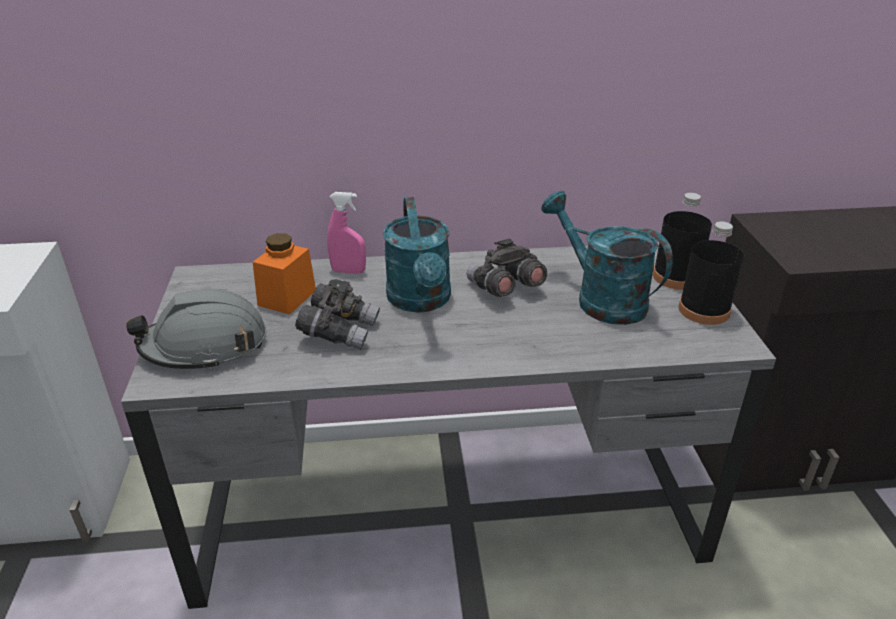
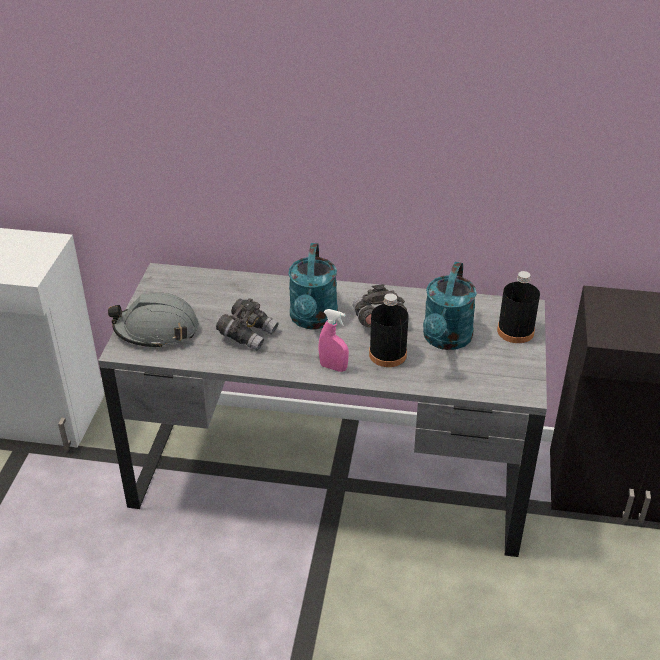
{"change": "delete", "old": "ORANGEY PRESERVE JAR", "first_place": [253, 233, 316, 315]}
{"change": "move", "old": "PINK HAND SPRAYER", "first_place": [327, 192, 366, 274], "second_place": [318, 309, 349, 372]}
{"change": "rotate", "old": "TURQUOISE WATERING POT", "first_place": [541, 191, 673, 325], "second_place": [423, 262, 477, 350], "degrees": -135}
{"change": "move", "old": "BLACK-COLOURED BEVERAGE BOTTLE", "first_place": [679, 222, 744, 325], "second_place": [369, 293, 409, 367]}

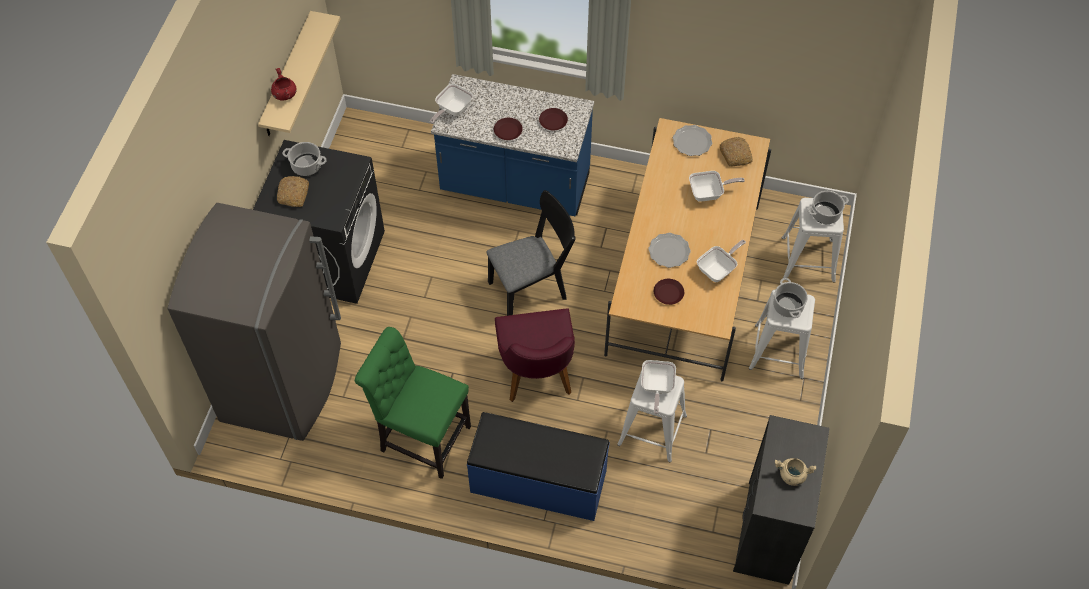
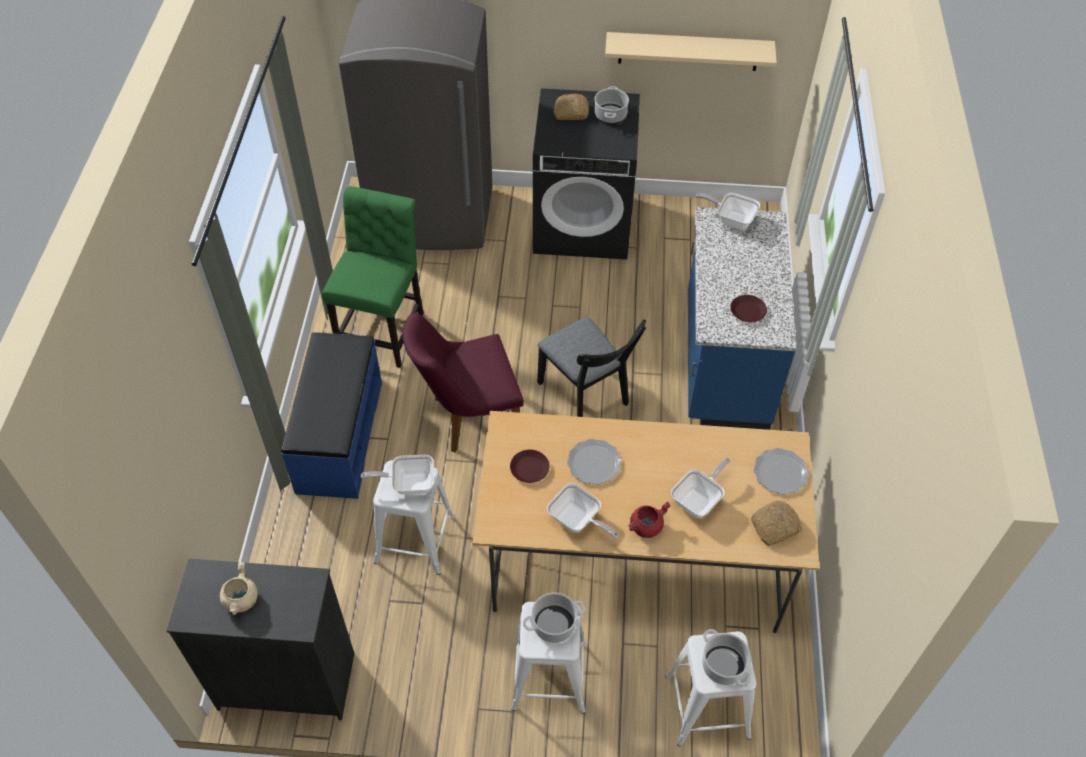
{"change": "move", "old": "RED COOKING POT", "first_place": [271, 68, 297, 100], "second_place": [628, 502, 671, 538]}
{"change": "delete", "old": "BROWNISH DINNER PLATE", "first_place": [494, 118, 523, 140]}
{"change": "rotate", "old": "FRYING PAN", "first_place": [689, 171, 745, 202], "second_place": [671, 458, 731, 518], "degrees": -120}

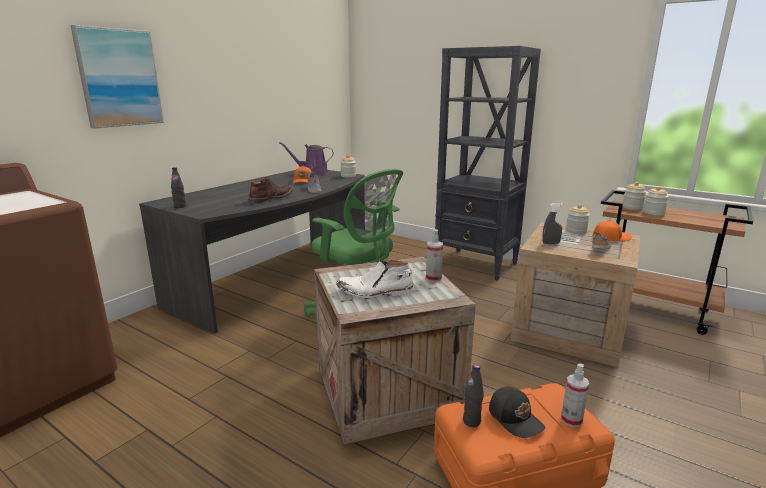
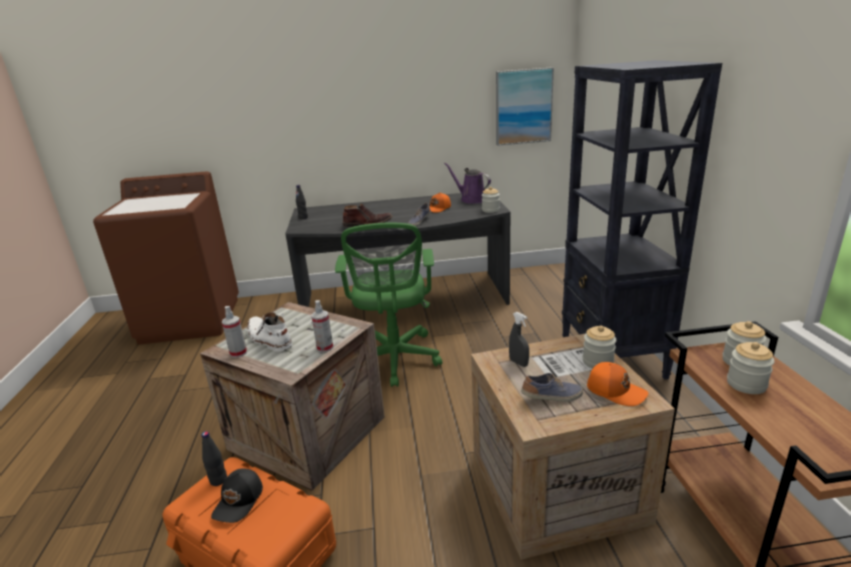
{"change": "move", "old": "WALL PICTURE", "first_place": [70, 25, 164, 128], "second_place": [496, 67, 554, 146]}
{"change": "move", "old": "HAND SPRAYER", "first_place": [561, 364, 589, 427], "second_place": [222, 306, 247, 358]}

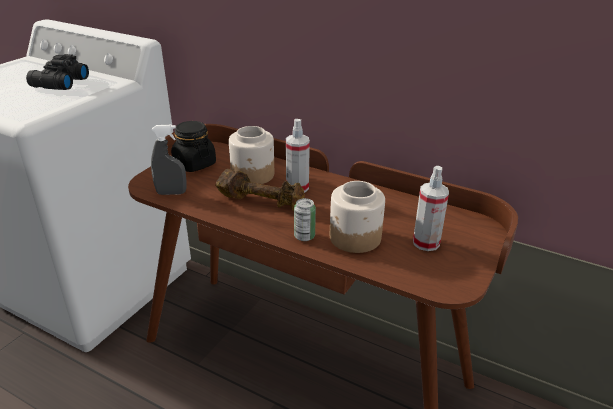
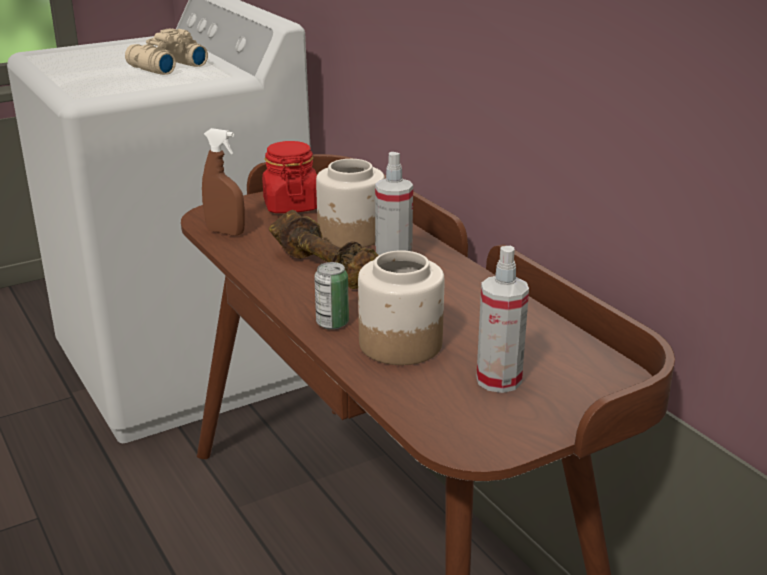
{"change": "recolor", "old": "BLACK-COLOURED FIELD GLASSES", "new": "BEIGE FIELD GLASSES", "first_place": [26, 54, 89, 90], "second_place": [125, 29, 208, 75]}
{"change": "recolor", "old": "GRAY HAND SPRAYER", "new": "BROWNISH HAND SPRAYER", "first_place": [151, 125, 187, 195], "second_place": [202, 128, 245, 236]}
{"change": "recolor", "old": "BLACK-COLOURED PRESERVE JAR", "new": "RED PRESERVE JAR", "first_place": [171, 121, 216, 172], "second_place": [262, 141, 317, 213]}

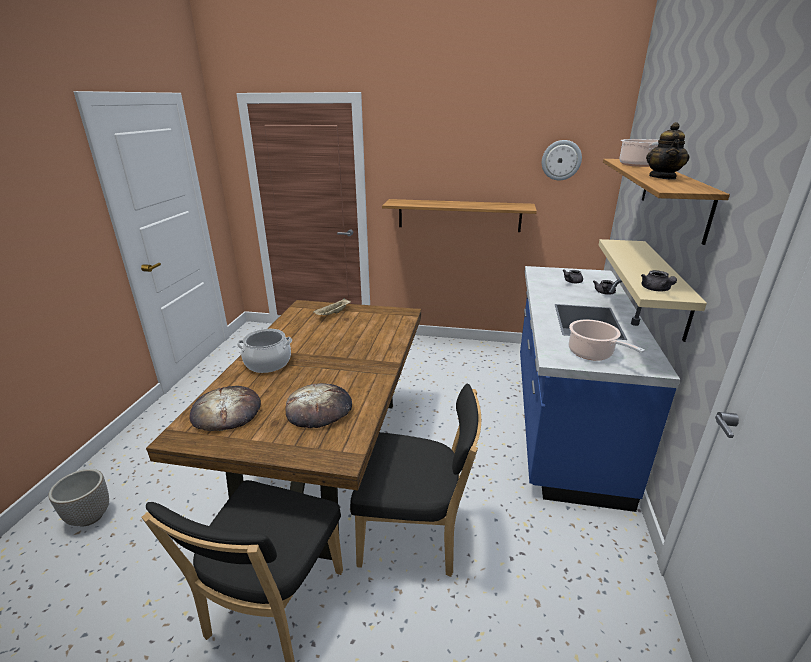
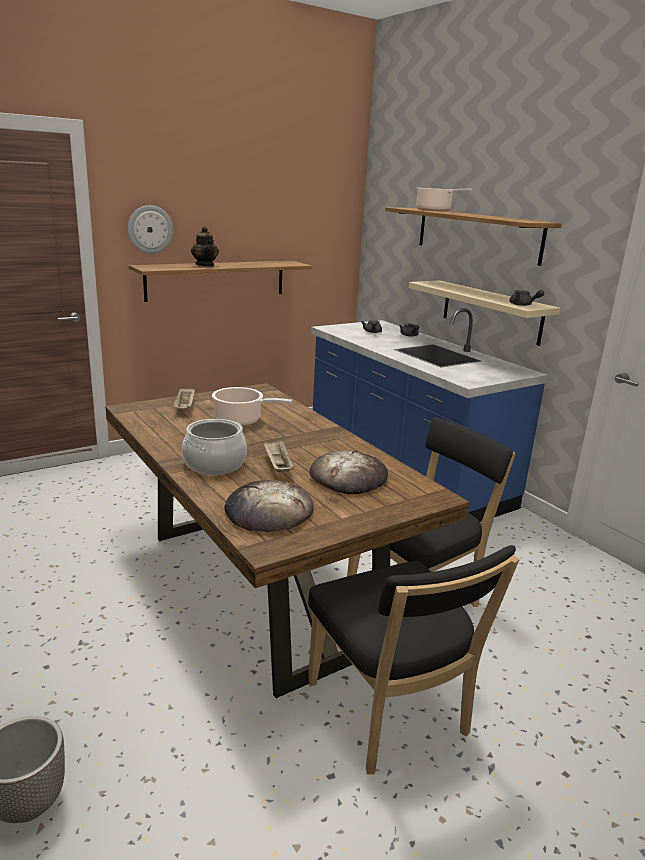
{"change": "move", "old": "CLOCK ON THE WALL", "first_place": [542, 140, 582, 181], "second_place": [128, 205, 173, 254]}
{"change": "move", "old": "COOKING POT", "first_place": [569, 319, 645, 361], "second_place": [212, 387, 292, 426]}
{"change": "move", "old": "TEA POT", "first_place": [646, 122, 689, 180], "second_place": [191, 226, 219, 267]}
{"change": "insert", "new": "BEIGE TRAY", "second_place": [263, 440, 294, 472]}

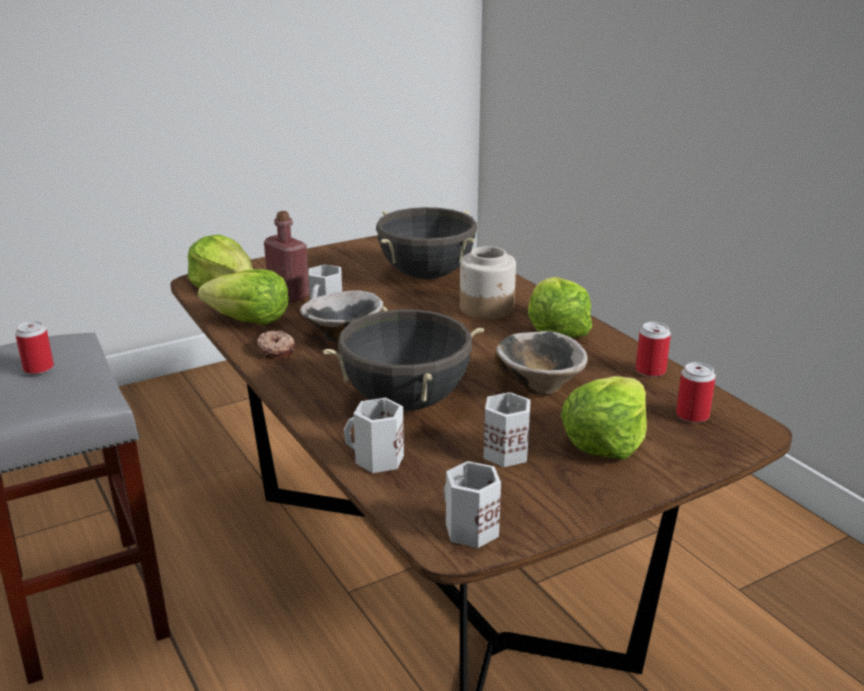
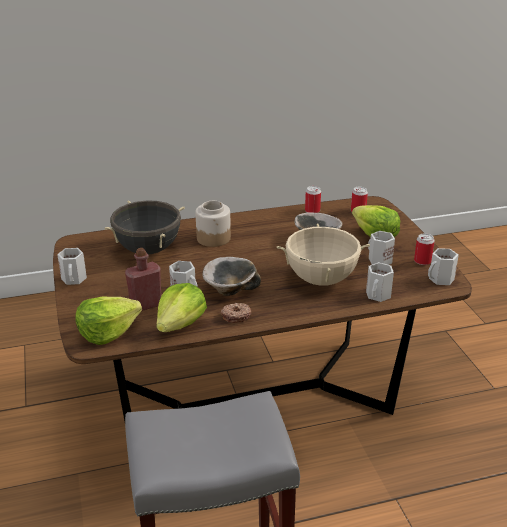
{"change": "move", "old": "SEALED CAN", "first_place": [15, 321, 54, 374], "second_place": [414, 233, 435, 265]}
{"change": "recolor", "old": "BLACK-COLOURED COOKING POT", "new": "BEIGE COOKING POT", "first_place": [323, 307, 484, 411], "second_place": [277, 224, 370, 286]}
{"change": "delete", "old": "LETTUCE", "first_place": [528, 277, 592, 338]}
{"change": "insert", "new": "WHITE-COLOURED COFFEE MUG", "second_place": [57, 248, 87, 285]}

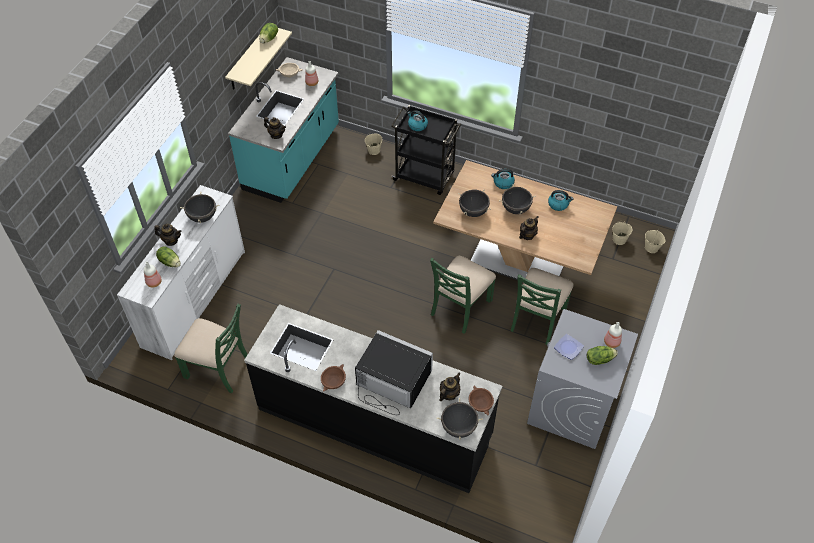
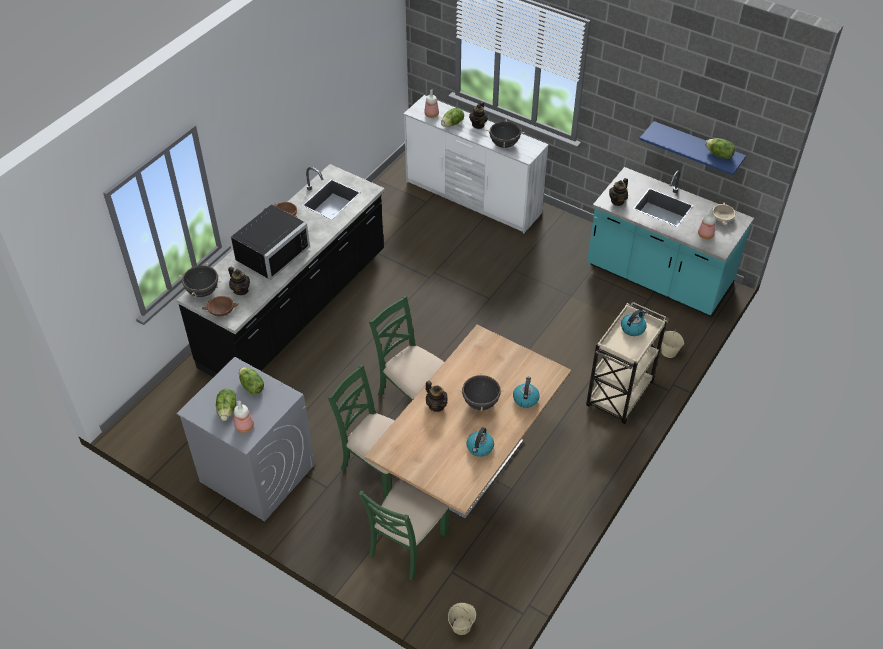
{"change": "move", "old": "GREEN CHAIR", "first_place": [174, 304, 248, 393], "second_place": [359, 479, 449, 581]}
{"change": "recolor", "old": "BEIGE BRACKET SHELF", "new": "BLUISH BRACKET SHELF", "first_place": [225, 28, 292, 90], "second_place": [639, 121, 746, 175]}
{"change": "recolor", "old": "BLACK-COLOURED TROLLEY", "new": "BEIGE TROLLEY", "first_place": [391, 105, 461, 195], "second_place": [586, 302, 667, 424]}
{"change": "delete", "old": "BLACK-COLOURED COOKING POT", "first_place": [458, 189, 491, 217]}
{"change": "replace", "old": "DINNER PLATE", "new": "LETTUCE", "first_place": [554, 334, 584, 360], "second_place": [239, 367, 264, 395]}
{"change": "delete", "old": "BEIGE WATER BUCKET", "first_place": [612, 221, 633, 245]}

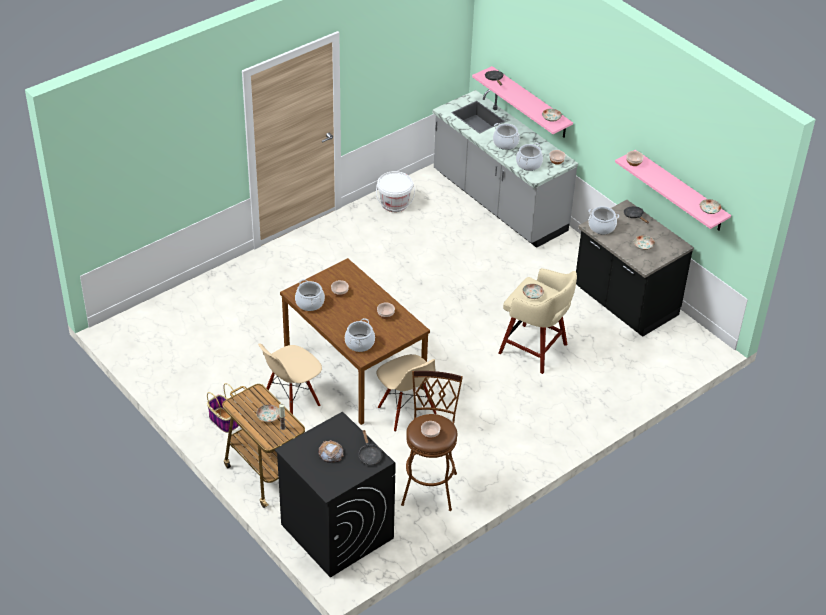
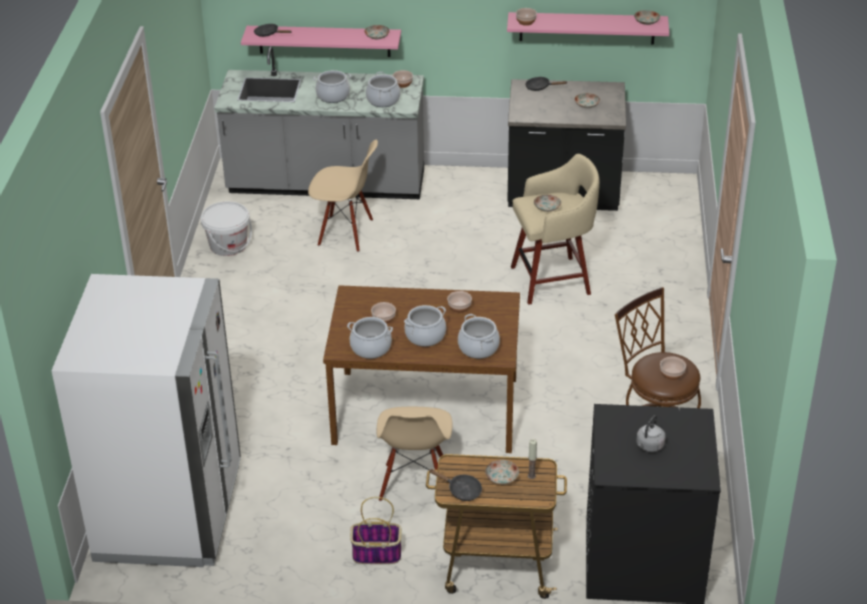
{"change": "replace", "old": "BAKED BREAD", "new": "GRAY WATER KETTLE", "first_place": [318, 440, 344, 463], "second_place": [636, 415, 666, 452]}
{"change": "move", "old": "BLACK-COLOURED FRYING PAN", "first_place": [359, 430, 383, 465], "second_place": [429, 469, 482, 501]}
{"change": "move", "old": "BEIGE CHAIR", "first_place": [376, 354, 437, 432], "second_place": [308, 140, 378, 252]}
{"change": "move", "old": "COOKING POT", "first_place": [588, 206, 619, 235], "second_place": [404, 305, 446, 347]}
{"change": "insert", "new": "WHITE-COLOURED KITCHEN FRIDGE", "second_place": [52, 274, 241, 567]}

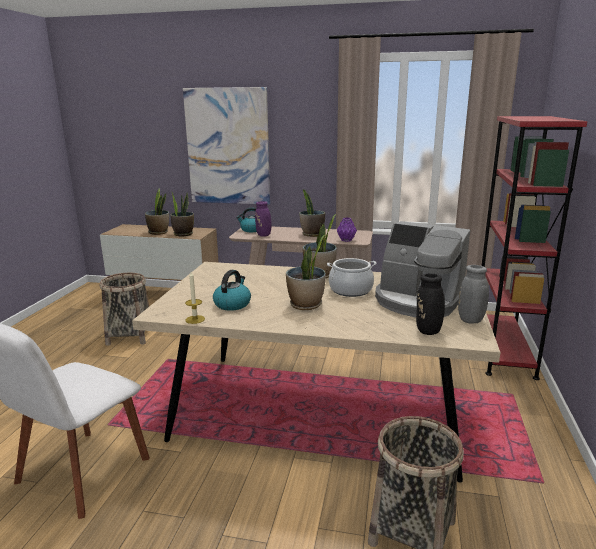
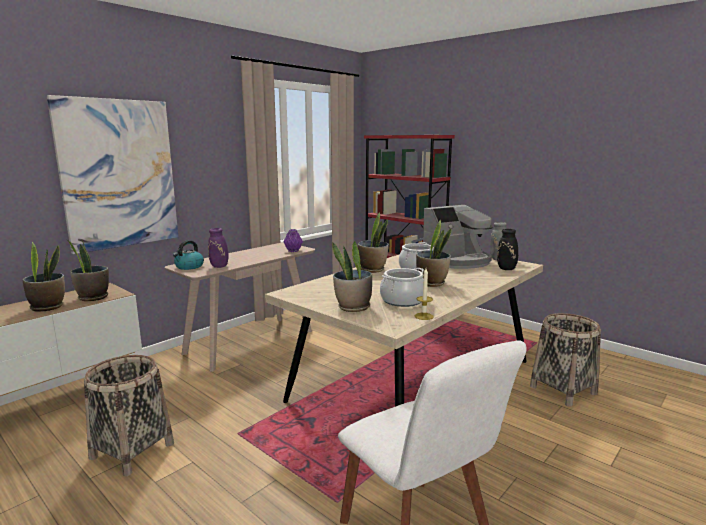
{"change": "replace", "old": "WATER KETTLE", "new": "COOKING POT", "first_place": [213, 270, 251, 311], "second_place": [380, 268, 424, 307]}
{"change": "move", "old": "HOUSEPLANT", "first_place": [300, 189, 325, 237], "second_place": [332, 241, 372, 312]}

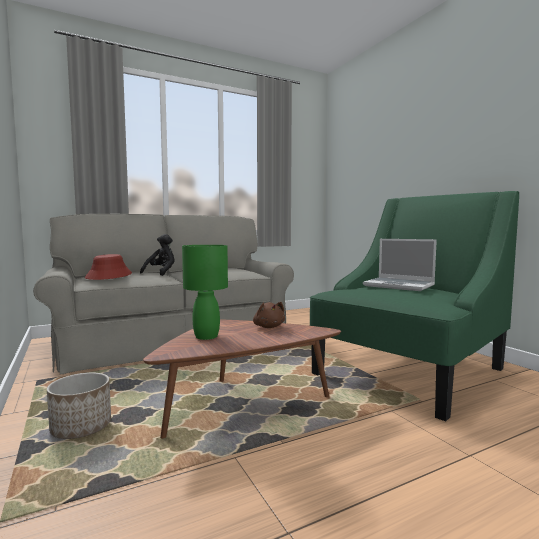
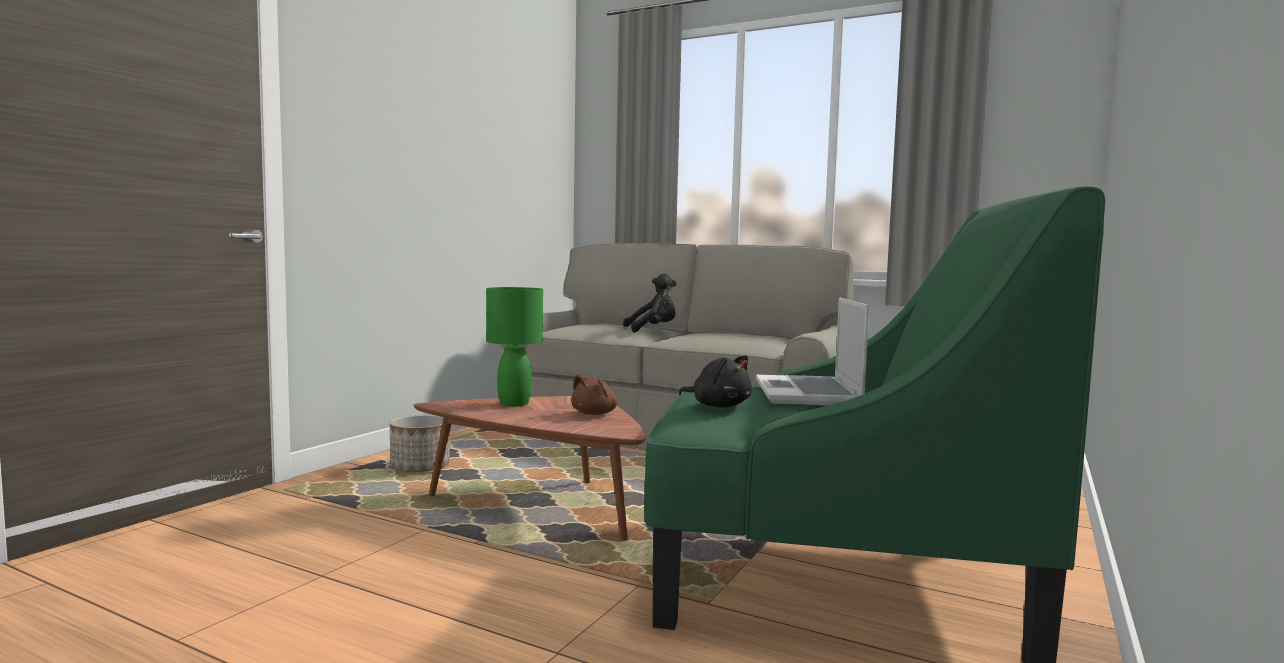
{"change": "delete", "old": "RED WEARABLE HAT", "first_place": [85, 254, 132, 280]}
{"change": "insert", "new": "BLACK-COLOURED SOFT TOY", "second_place": [678, 355, 752, 408]}

